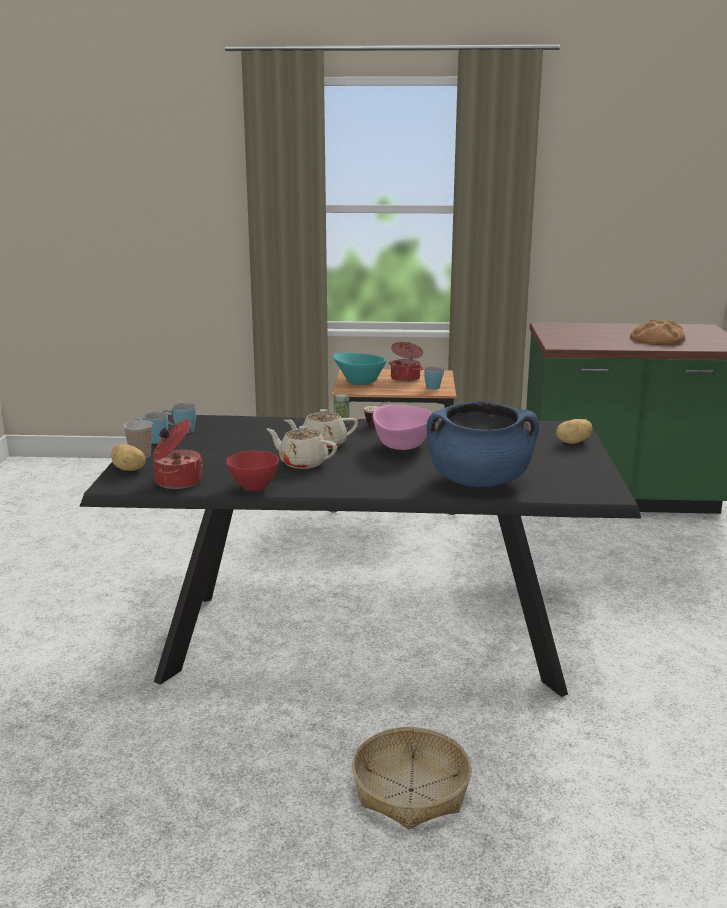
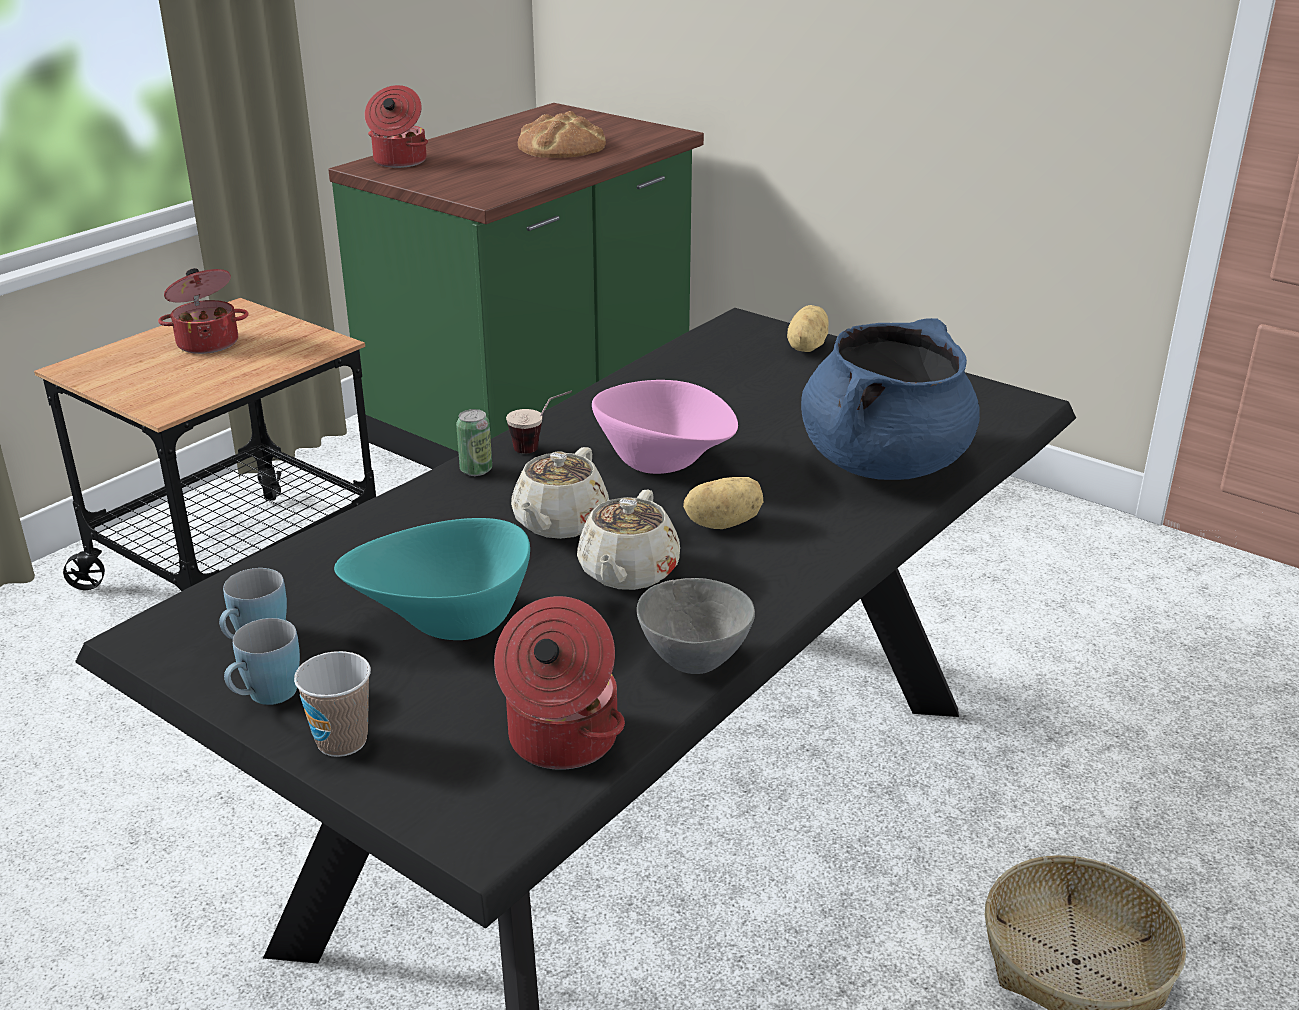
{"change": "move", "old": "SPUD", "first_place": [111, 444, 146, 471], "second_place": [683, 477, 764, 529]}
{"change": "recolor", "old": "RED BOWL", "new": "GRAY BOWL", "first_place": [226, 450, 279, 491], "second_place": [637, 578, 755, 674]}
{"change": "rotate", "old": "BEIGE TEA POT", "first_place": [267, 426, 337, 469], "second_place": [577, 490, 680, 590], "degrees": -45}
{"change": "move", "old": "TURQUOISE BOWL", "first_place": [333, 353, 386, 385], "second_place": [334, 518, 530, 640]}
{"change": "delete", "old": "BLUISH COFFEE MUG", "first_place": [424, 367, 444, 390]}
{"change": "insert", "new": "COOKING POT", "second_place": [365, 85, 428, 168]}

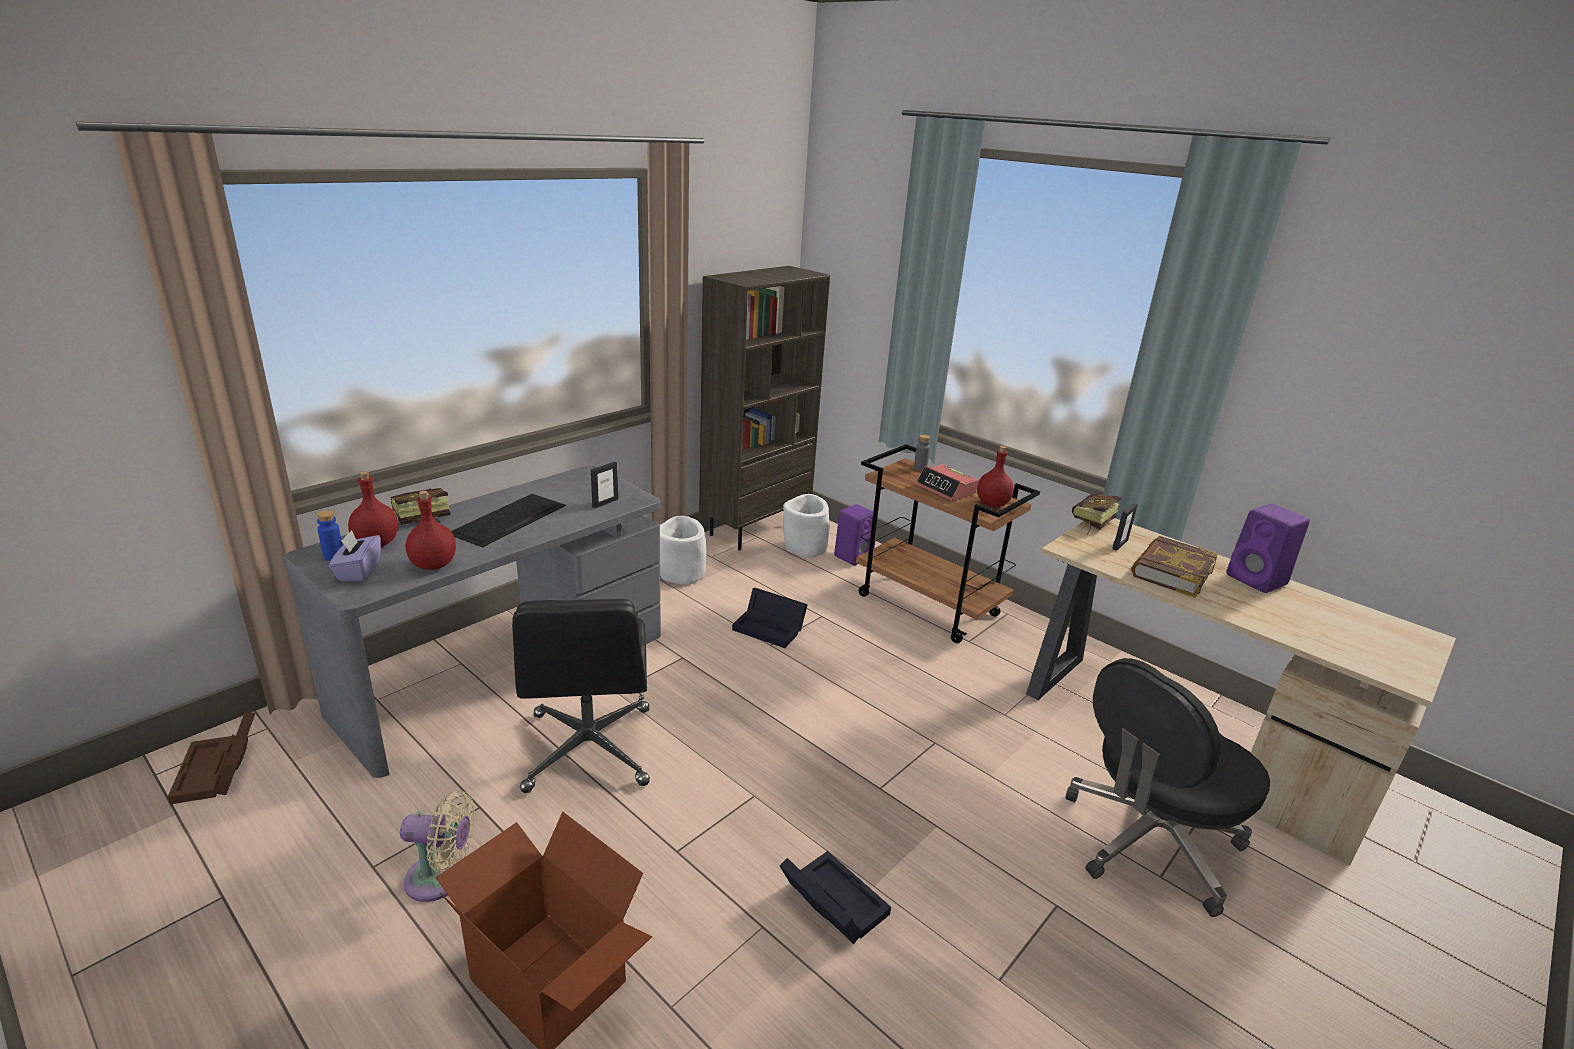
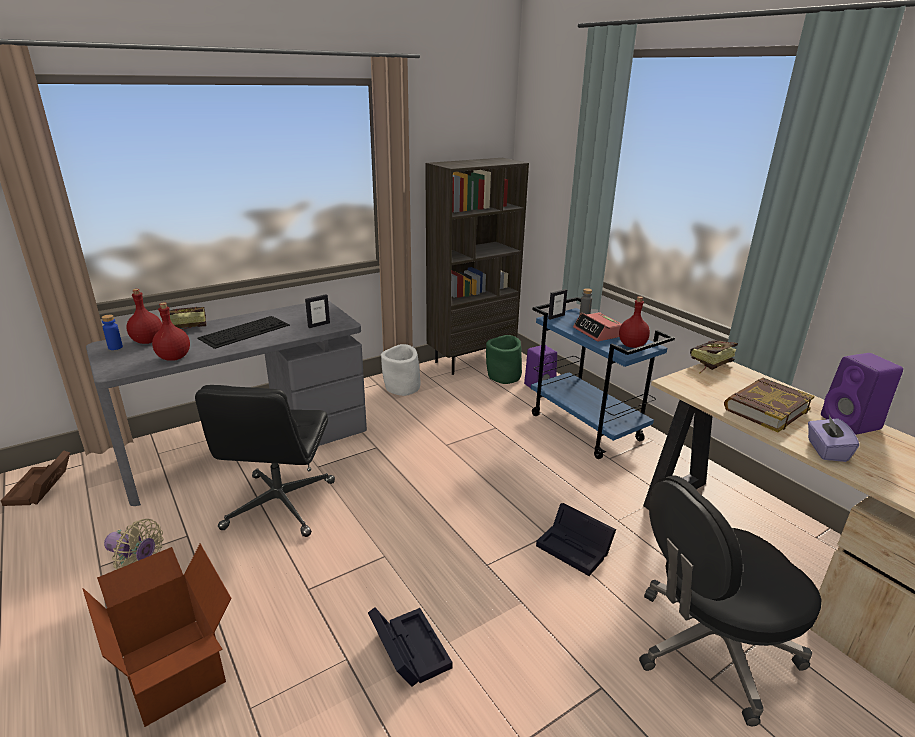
{"change": "move", "old": "PURPLE TISSUE HOLDER", "first_place": [329, 530, 381, 581], "second_place": [808, 415, 859, 462]}
{"change": "move", "old": "BLACK-COLOURED STORAGE BIN", "first_place": [732, 588, 808, 648], "second_place": [536, 503, 616, 576]}
{"change": "recolor", "old": "WHITE-COLOURED FLOWER POT", "new": "GREEN FLOWER POT", "first_place": [783, 494, 829, 558], "second_place": [486, 335, 522, 384]}
{"change": "recolor", "old": "BROWNISH TROLLEY", "new": "BLUISH TROLLEY", "first_place": [856, 444, 1040, 643], "second_place": [531, 297, 675, 459]}
{"change": "move", "old": "PHOTO FRAME", "first_place": [1112, 503, 1138, 551], "second_place": [548, 289, 567, 320]}

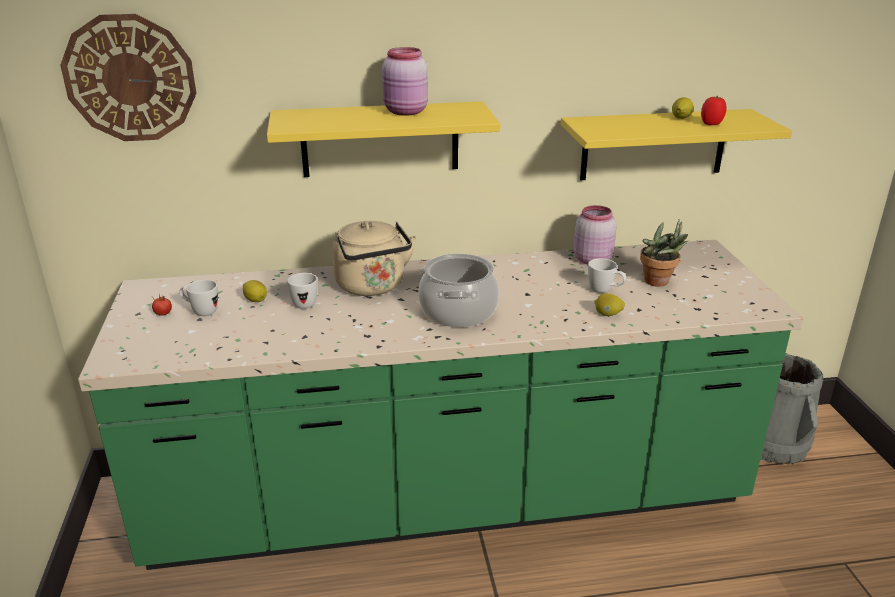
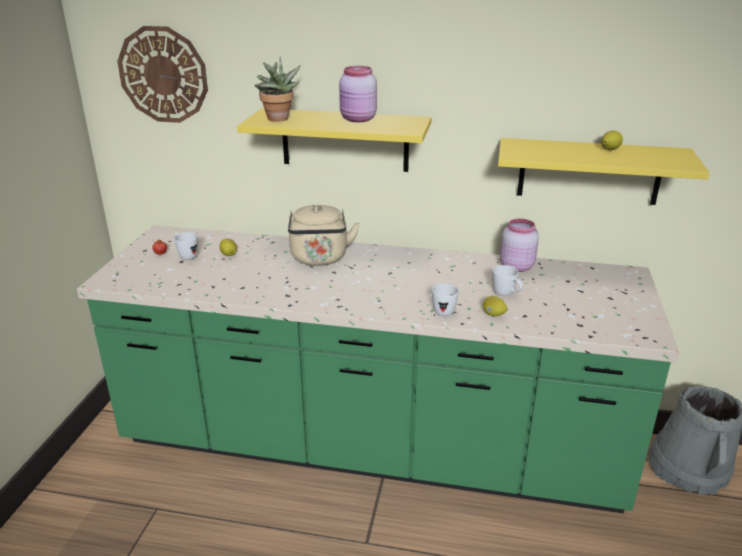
{"change": "move", "old": "WHITE-COLOURED COFFEE MUG", "first_place": [287, 273, 317, 309], "second_place": [432, 283, 459, 316]}
{"change": "delete", "old": "COOKING POT", "first_place": [418, 253, 499, 327]}
{"change": "move", "old": "HOUSEPLANT", "first_place": [640, 219, 688, 287], "second_place": [255, 57, 300, 122]}
{"change": "delete", "old": "FRESH TOMATO", "first_place": [701, 96, 727, 125]}

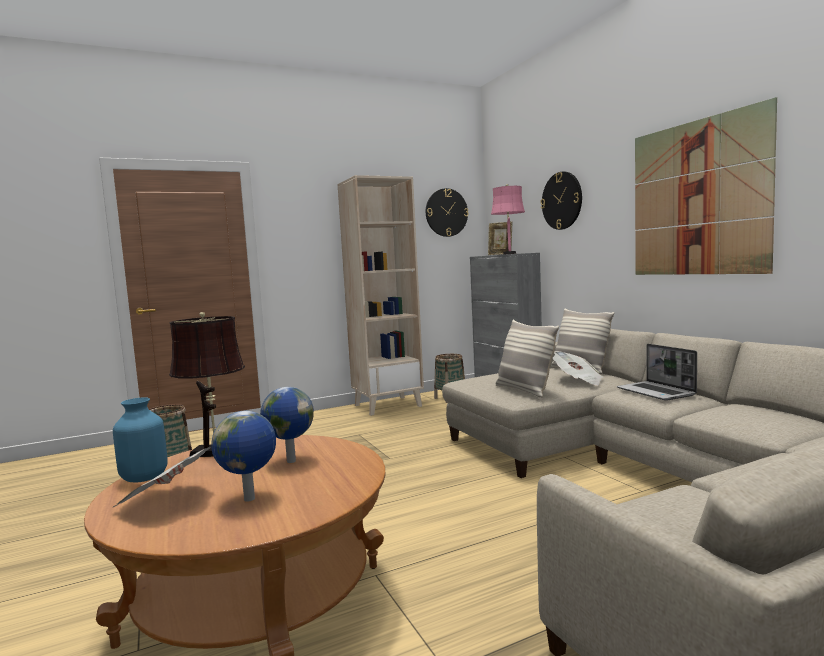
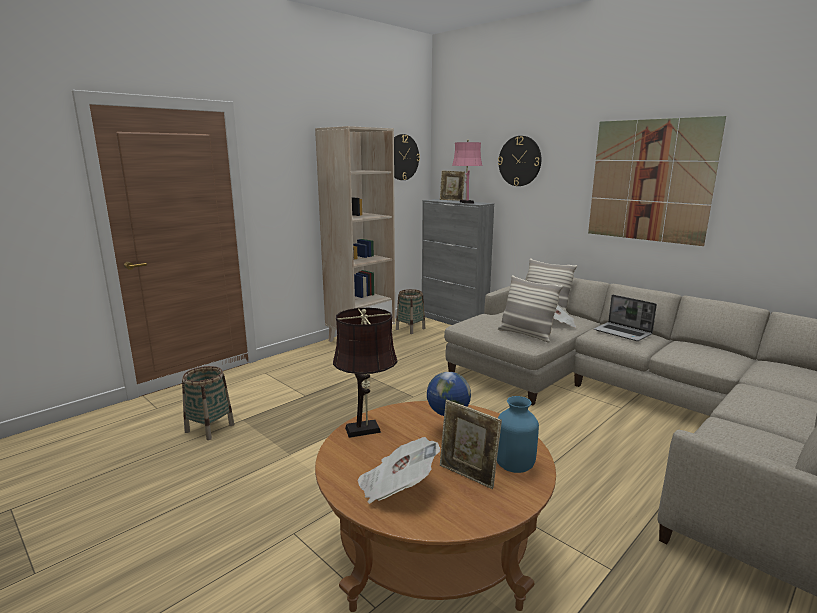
{"change": "move", "old": "BLUISH FLOWER VASE", "first_place": [113, 398, 168, 483], "second_place": [497, 396, 539, 473]}
{"change": "replace", "old": "GLOBE", "new": "PHOTO FRAME", "first_place": [211, 411, 276, 502], "second_place": [440, 400, 502, 489]}

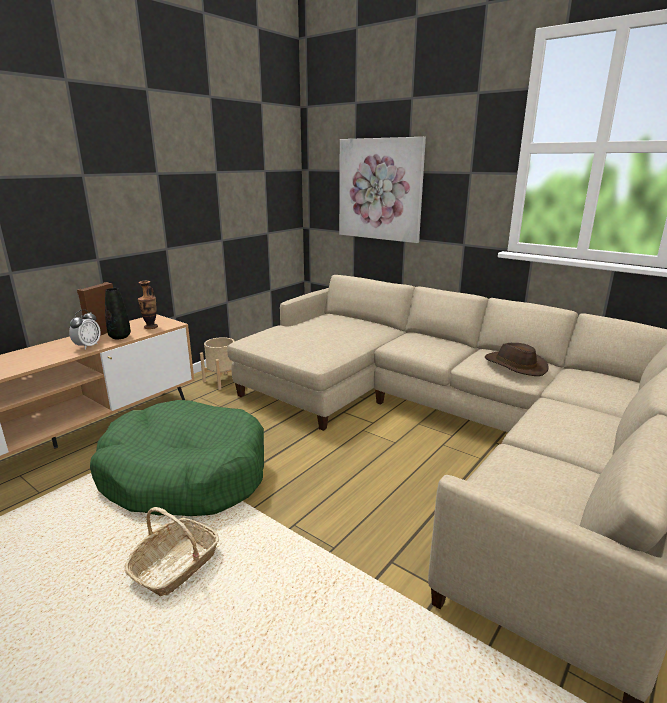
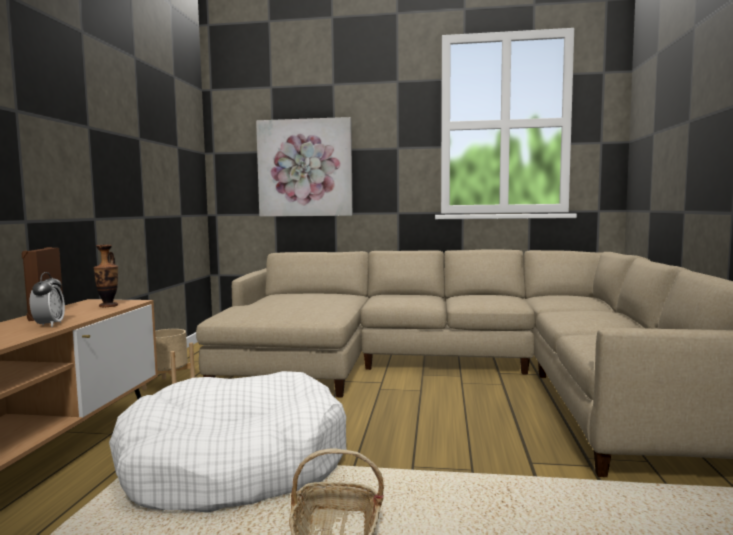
{"change": "recolor", "old": "GREEN DOG CUSHION", "new": "WHITE-COLOURED DOG CUSHION", "first_place": [90, 400, 264, 516], "second_place": [109, 371, 347, 513]}
{"change": "delete", "old": "BLACK-COLOURED FLOWER VASE", "first_place": [105, 288, 131, 339]}
{"change": "delete", "old": "BROWNISH WEARABLE HAT", "first_place": [485, 343, 549, 376]}

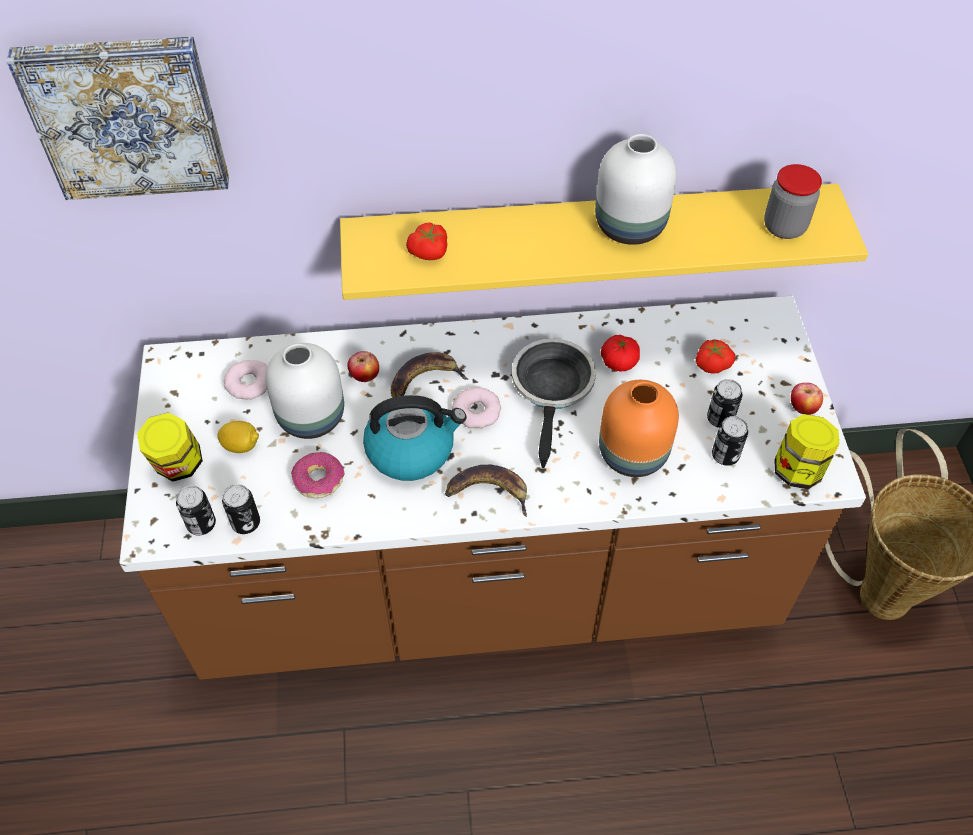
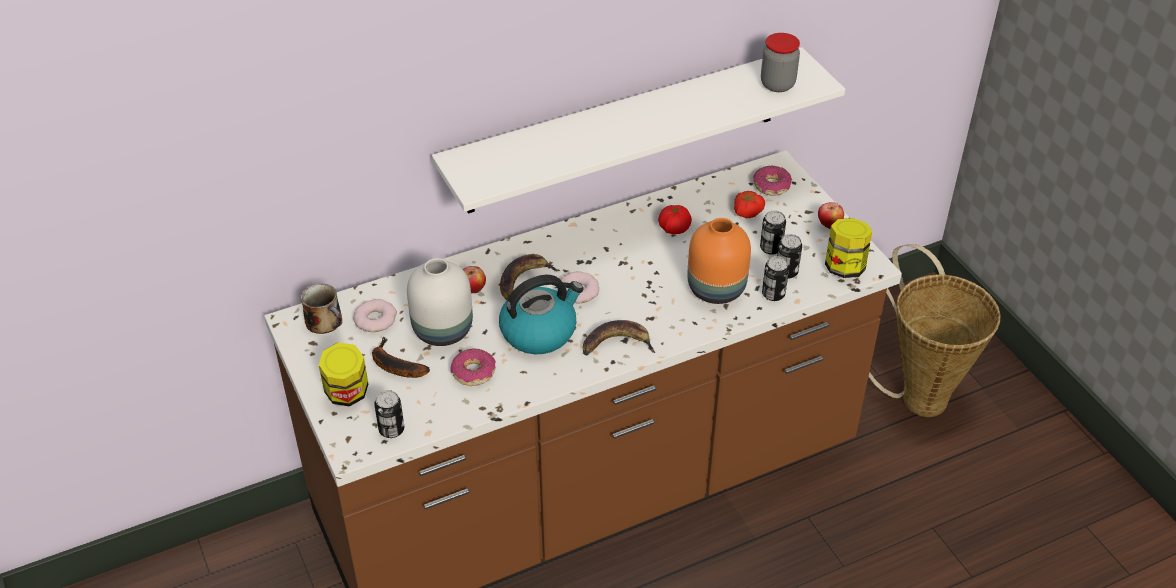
{"change": "delete", "old": "WALL PICTURE", "first_place": [6, 37, 229, 200]}
{"change": "replace", "old": "WHOLE LEMON", "new": "BANANA FRUIT", "first_place": [218, 421, 259, 453], "second_place": [372, 337, 430, 378]}
{"change": "move", "old": "SEALED CAN", "first_place": [222, 484, 260, 534], "second_place": [762, 256, 789, 301]}
{"change": "recolor", "old": "YELLOW BRACKET SHELF", "new": "WHITE-COLOURED BRACKET SHELF", "first_place": [340, 183, 868, 300], "second_place": [432, 47, 845, 213]}
{"change": "delete", "old": "FRESH TOMATO", "first_place": [406, 223, 447, 260]}
{"change": "delete", "old": "FRYING PAN", "first_place": [512, 338, 596, 468]}
{"change": "delete", "old": "WHITE-COLOURED FLOWER VASE", "first_place": [595, 134, 677, 245]}
{"change": "insert", "new": "COFFEE MUG", "second_place": [301, 283, 342, 334]}
{"change": "insert", "new": "RING DOUGHNUT", "second_place": [753, 166, 792, 196]}

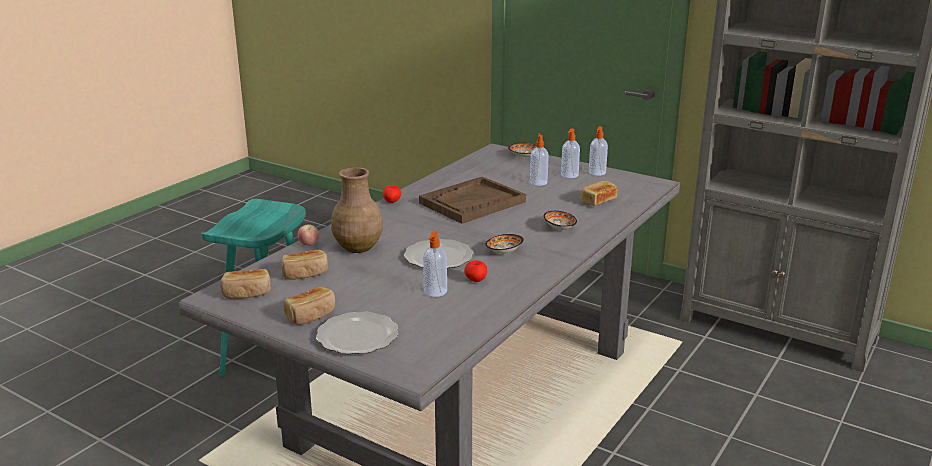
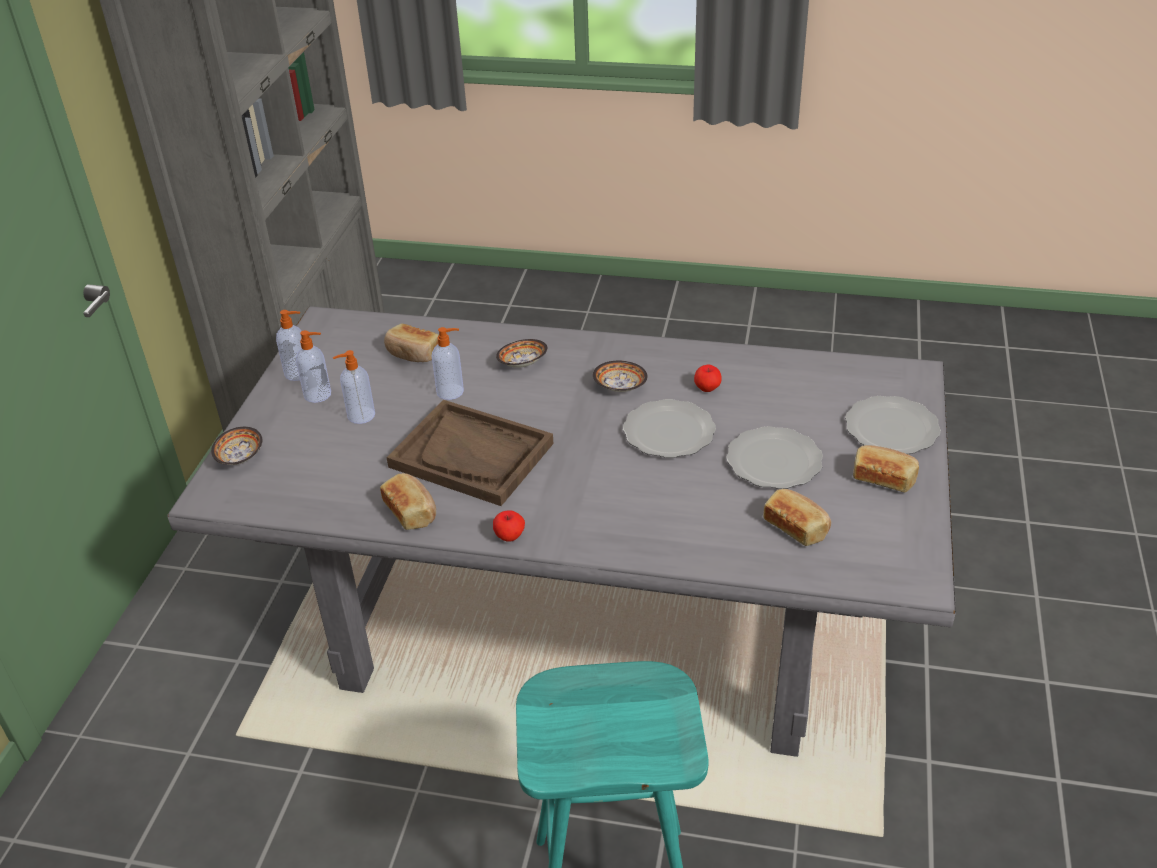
{"change": "move", "old": "BAKED BREAD", "first_place": [220, 269, 271, 299], "second_place": [380, 473, 436, 530]}
{"change": "delete", "old": "WHOLE APPLE", "first_place": [298, 224, 319, 246]}
{"change": "delete", "old": "BROWNISH FLOWER VASE", "first_place": [331, 167, 383, 253]}
{"change": "move", "old": "LIQUID SOAP BOTTLE", "first_place": [423, 232, 447, 297], "second_place": [432, 327, 464, 400]}
{"change": "insert", "new": "DINNER PLATE", "second_place": [726, 426, 823, 489]}

